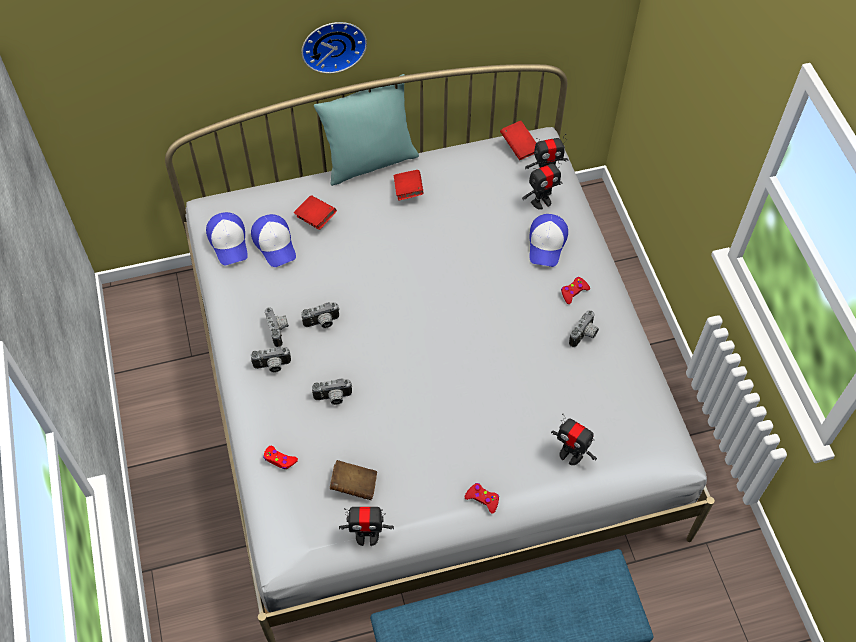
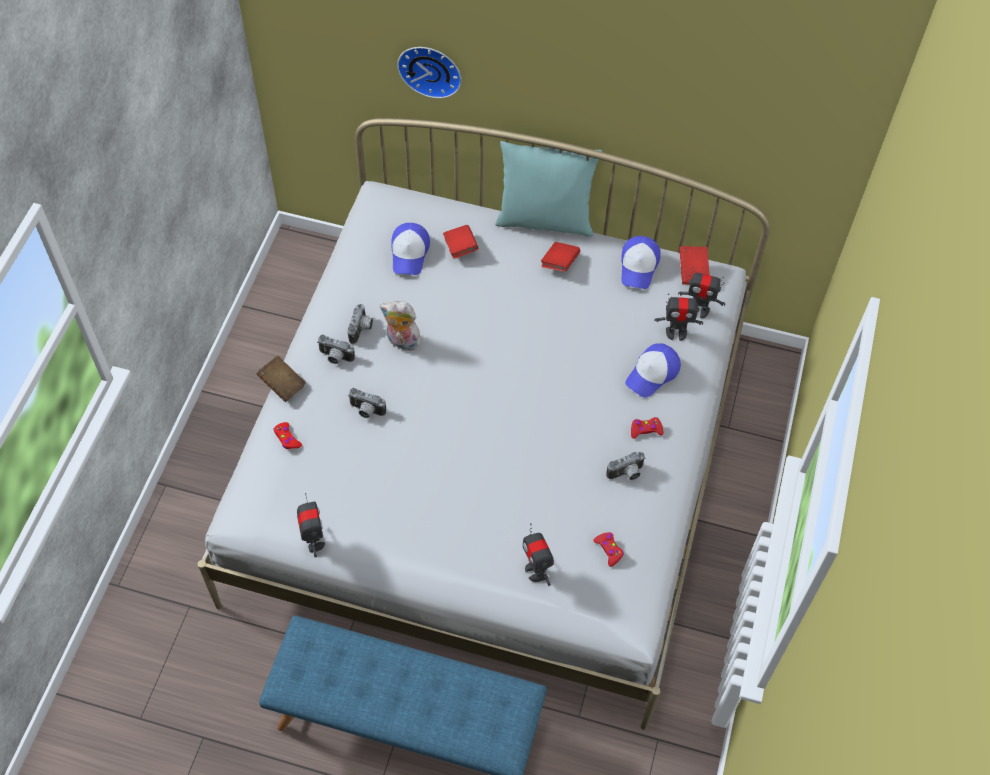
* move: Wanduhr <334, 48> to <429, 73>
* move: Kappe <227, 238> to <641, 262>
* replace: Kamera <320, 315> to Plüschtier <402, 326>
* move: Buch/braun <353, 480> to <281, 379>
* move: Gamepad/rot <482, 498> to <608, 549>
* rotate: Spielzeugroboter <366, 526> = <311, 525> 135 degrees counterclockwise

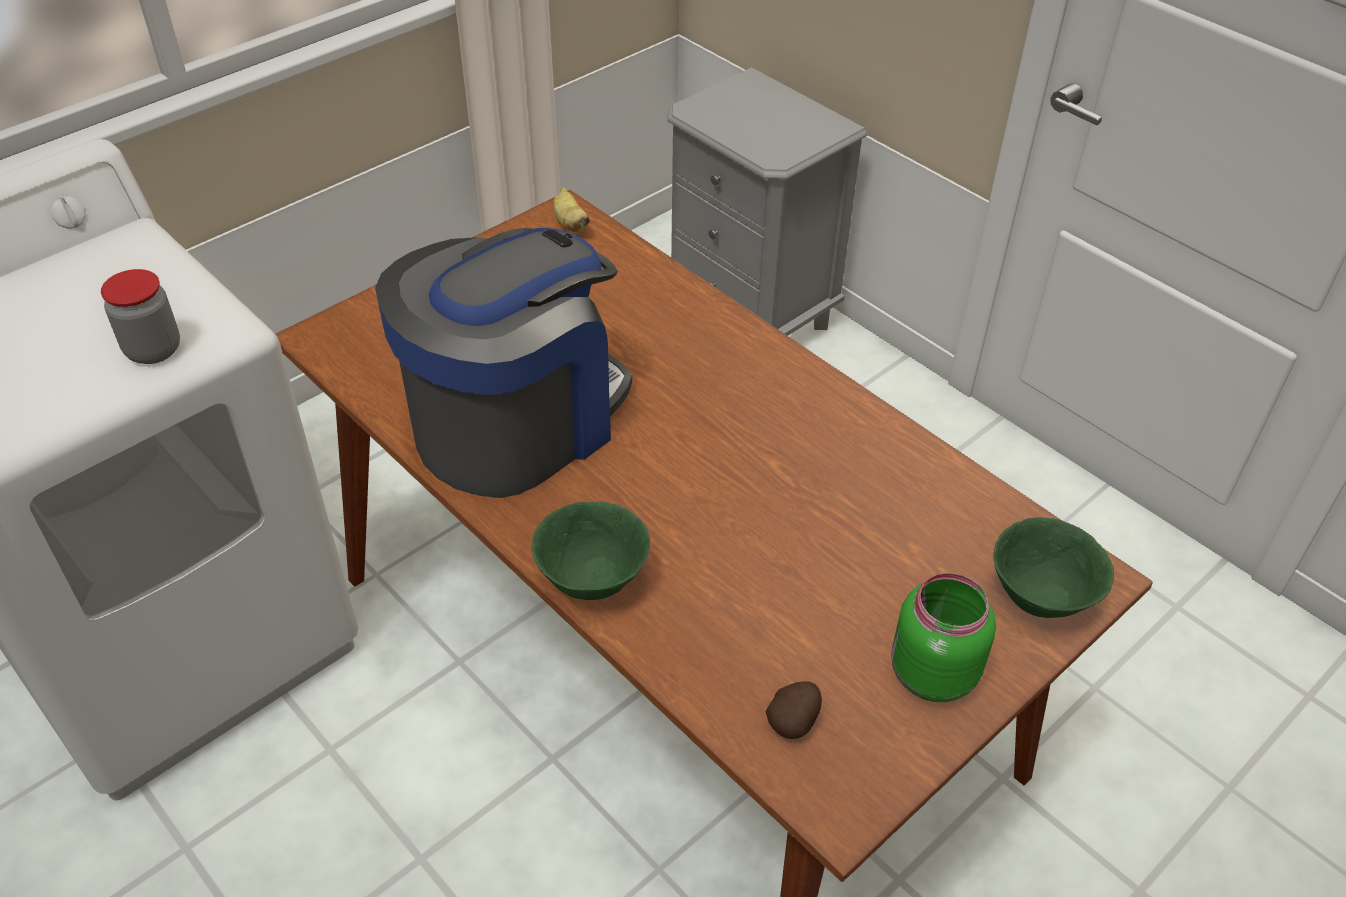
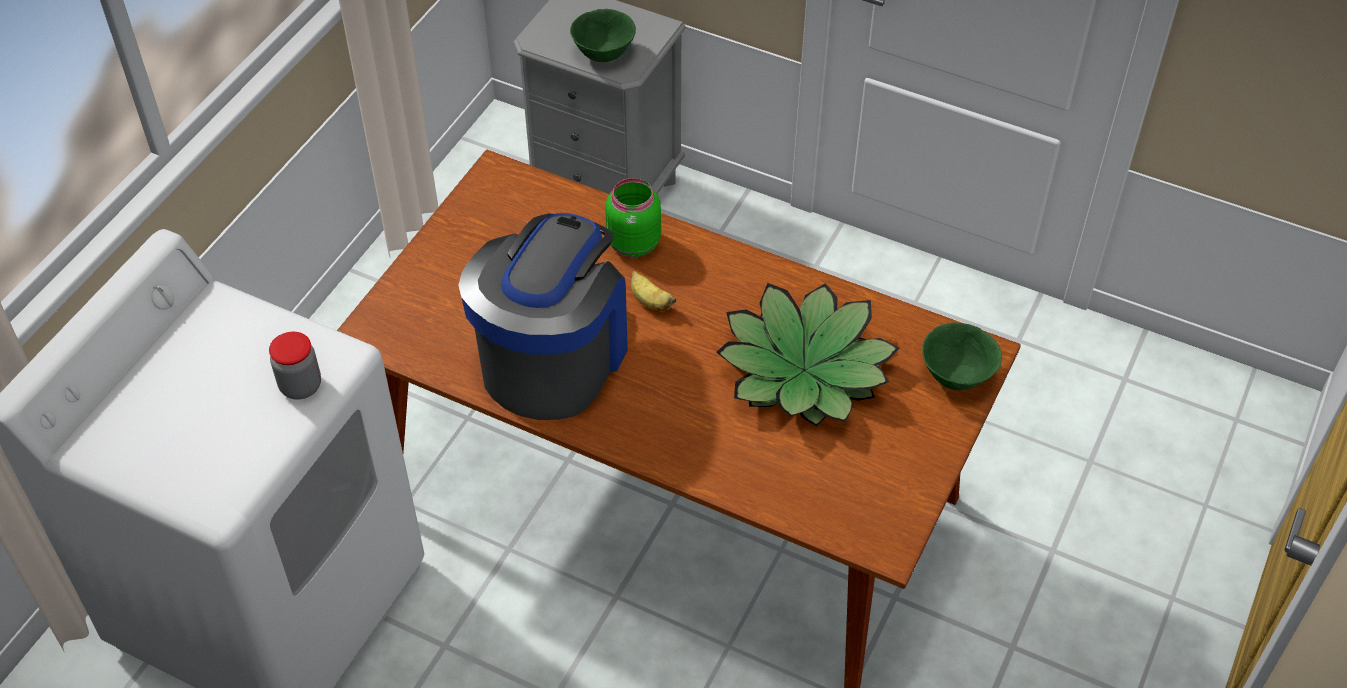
* move: Banane <571, 210> to <653, 291>
* move: Schüssel/grün <591, 550> to <603, 35>
* move: Vorratsglas/grün <943, 637> to <633, 217>
* delete: Kartoffel <794, 710>
* insert: Topfpflanze <808, 355>

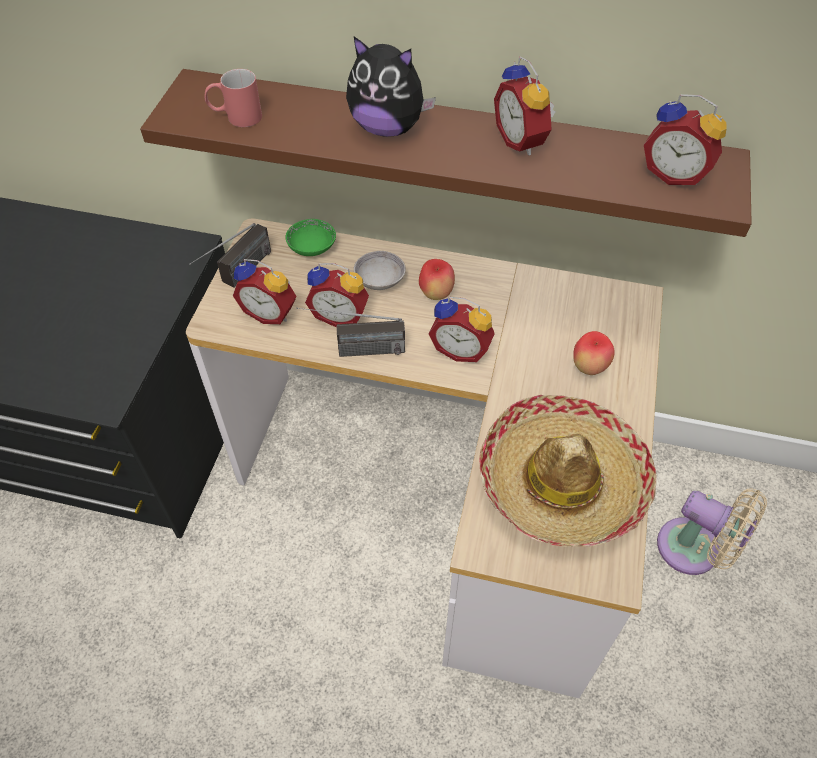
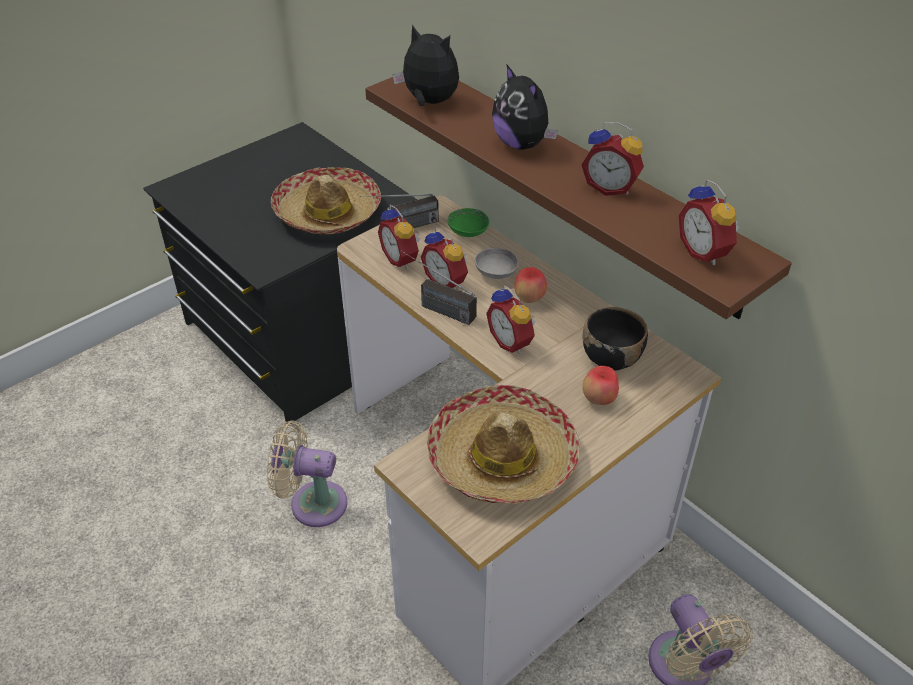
* rotate: Wecker <524, 106> = <612, 159> 75 degrees counterclockwise
* replace: Henkelbecher/rot <233, 98> to Plüschtier <426, 65>
* insert: Hut <326, 200>
* insert: Schüssel/schwarz <615, 339>
* insert: Ventilator/beige <307, 473>

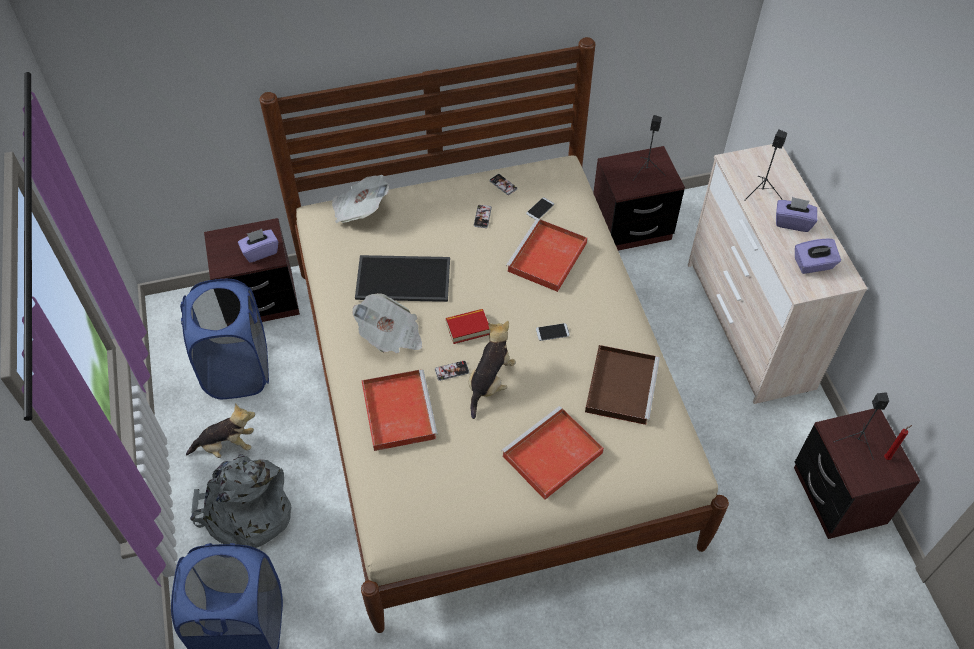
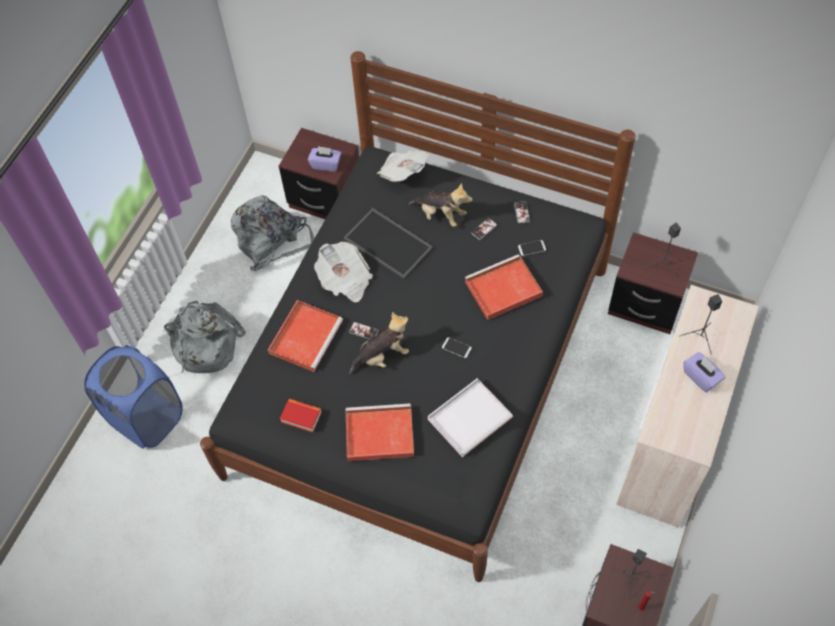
* recolor: Bett/beige <494, 335> to Bett/schwarz <418, 316>
* delete: Taschentuchbox/lila <818, 256>
* replace: Wäschekorb/blau <224, 339> to Rucksack/grau <272, 233>
* move: Buch <468, 326> to <301, 416>
* recolor: Tablett/braun <622, 385> to Tablett/weiß <470, 417>
* move: Plüschtier <220, 430> to <440, 205>

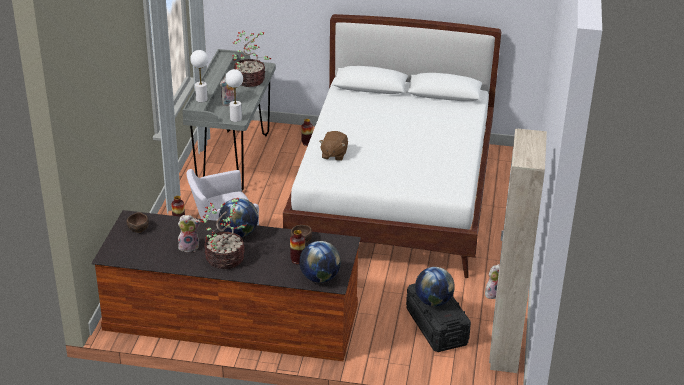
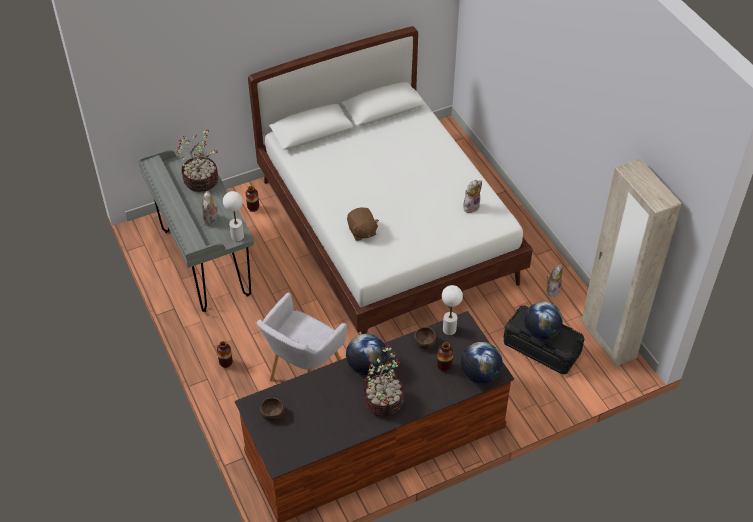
* move: Tischlampe/weiß <199, 76> to <452, 310>
* move: Plüschtier <189, 234> to <472, 196>

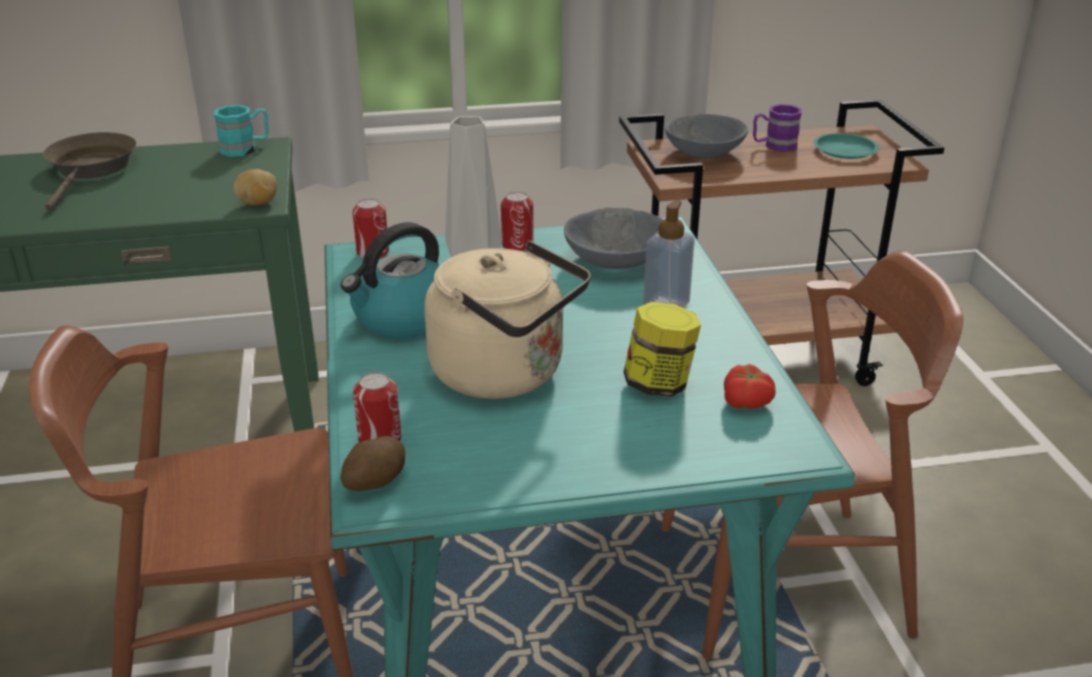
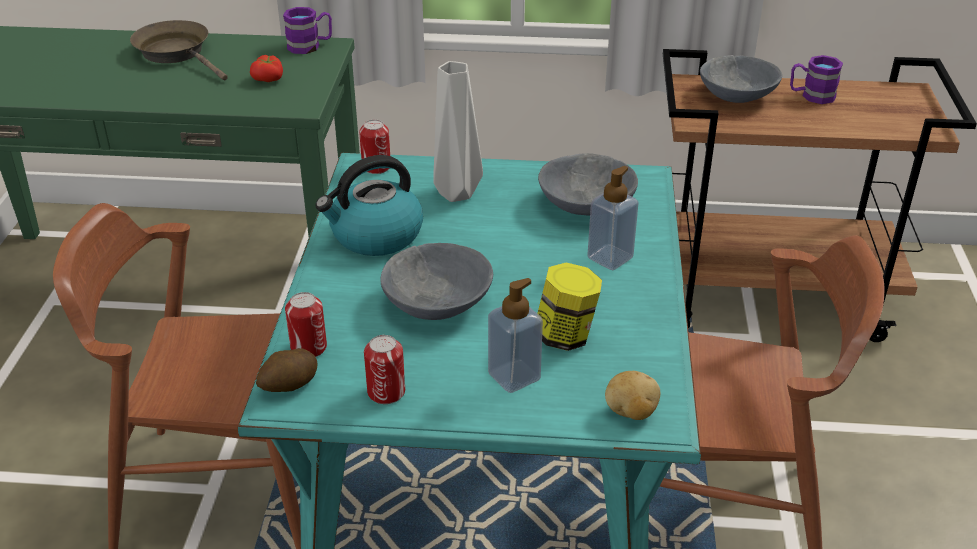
* recolor: Henkelbecher/türkis <241, 131> to Henkelbecher/lila <307, 30>
* rotate: Pfanne/braun <89, 171> = <179, 50> 60 degrees counterclockwise
* delete: Teller/türkis <846, 146>
* move: Kartoffel <255, 187> to <632, 395>
* move: Dose <517, 222> to <384, 369>
* replace: Wasserkessel/beige <507, 320> to Schüssel/grau <437, 281>
* move: Tomate <750, 386> to <266, 68>
* insert: Seifenspender <515, 335>

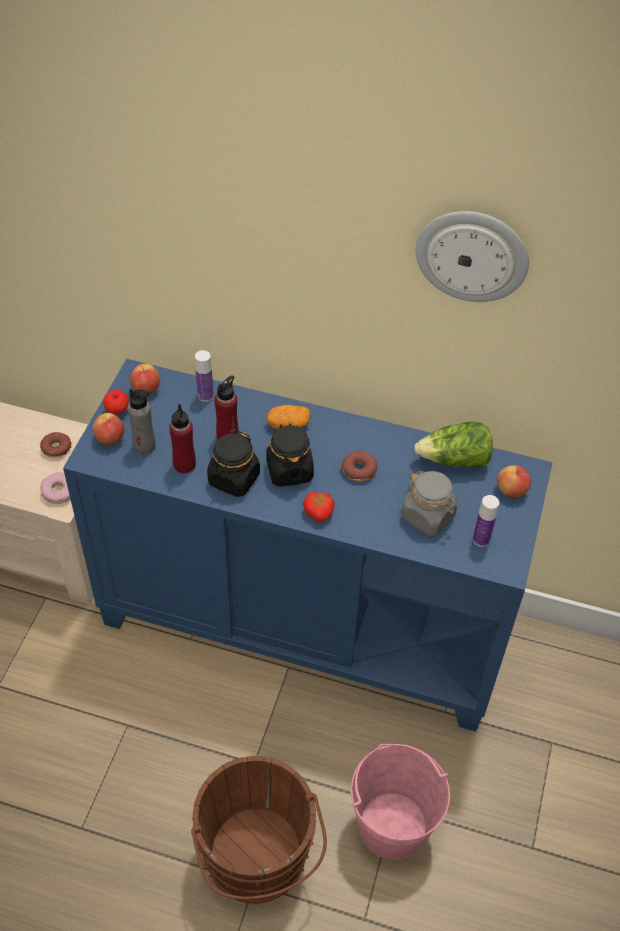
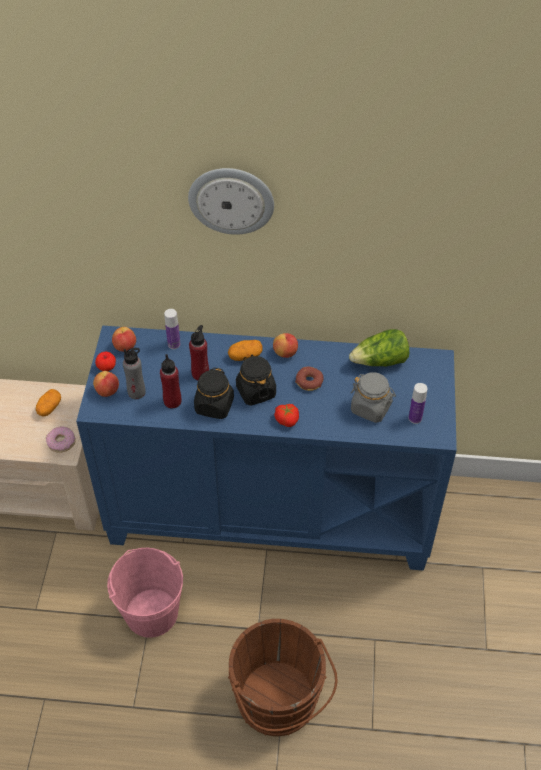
* move: Wanduhr <472, 256> to <231, 201>
* replace: Donut <56, 445> to Kartoffel <48, 403>
* move: Apfel <514, 481> to <285, 345>
* move: Eimer/rosa <400, 802> to <145, 593>

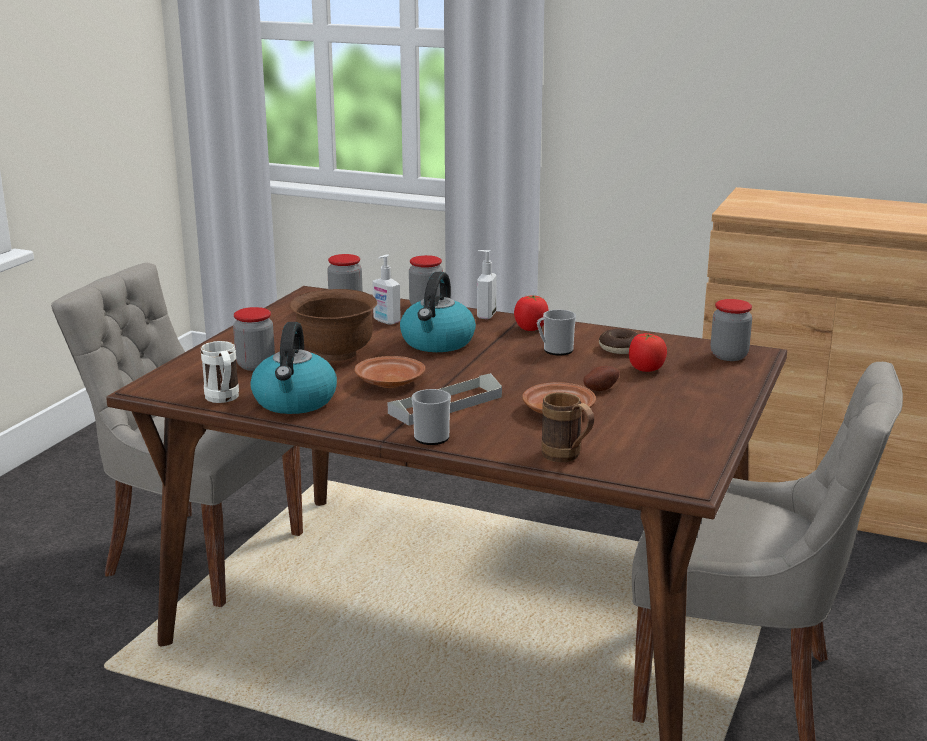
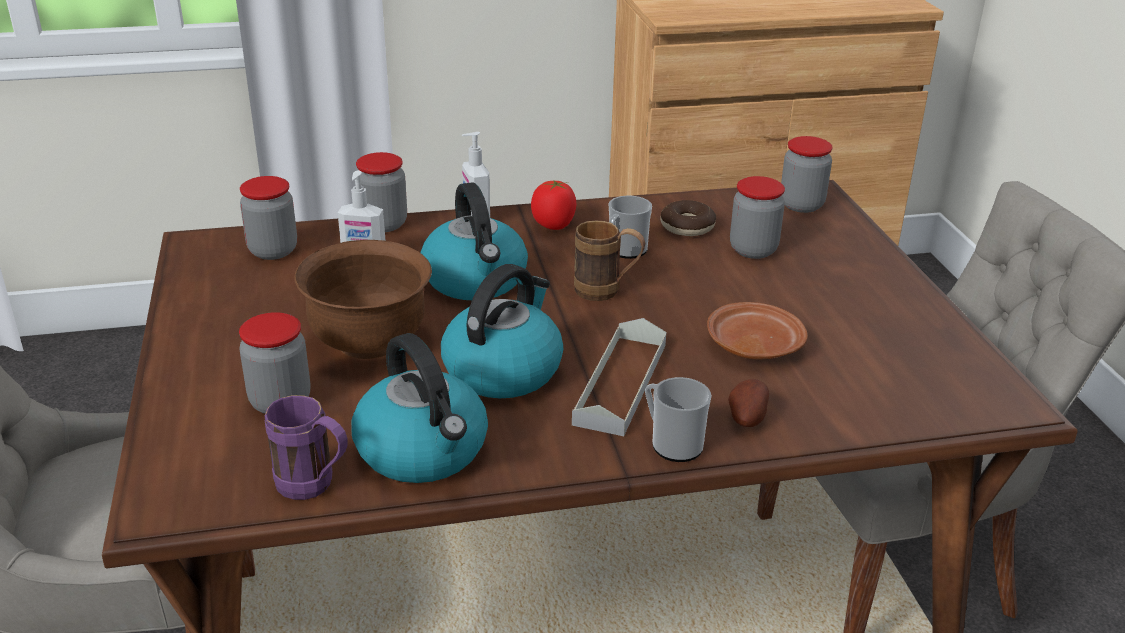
* replace: Tomate <648, 352> to Vorratsglas <757, 217>
* recolor: Henkelbecher/weiß <220, 372> to Henkelbecher/lila <306, 447>
* replace: Teller/braun <390, 372> to Wasserkessel <502, 331>
* move: Kartoffel <601, 378> to <748, 403>
* move: Henkelbecher/braun <567, 427> to <609, 261>

